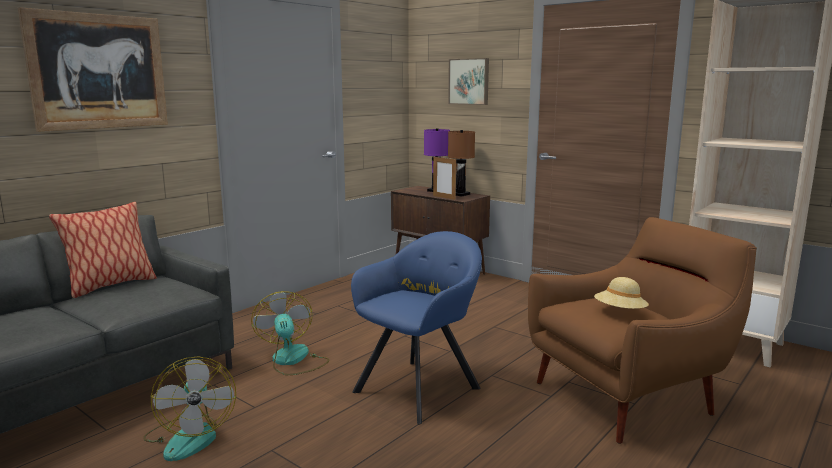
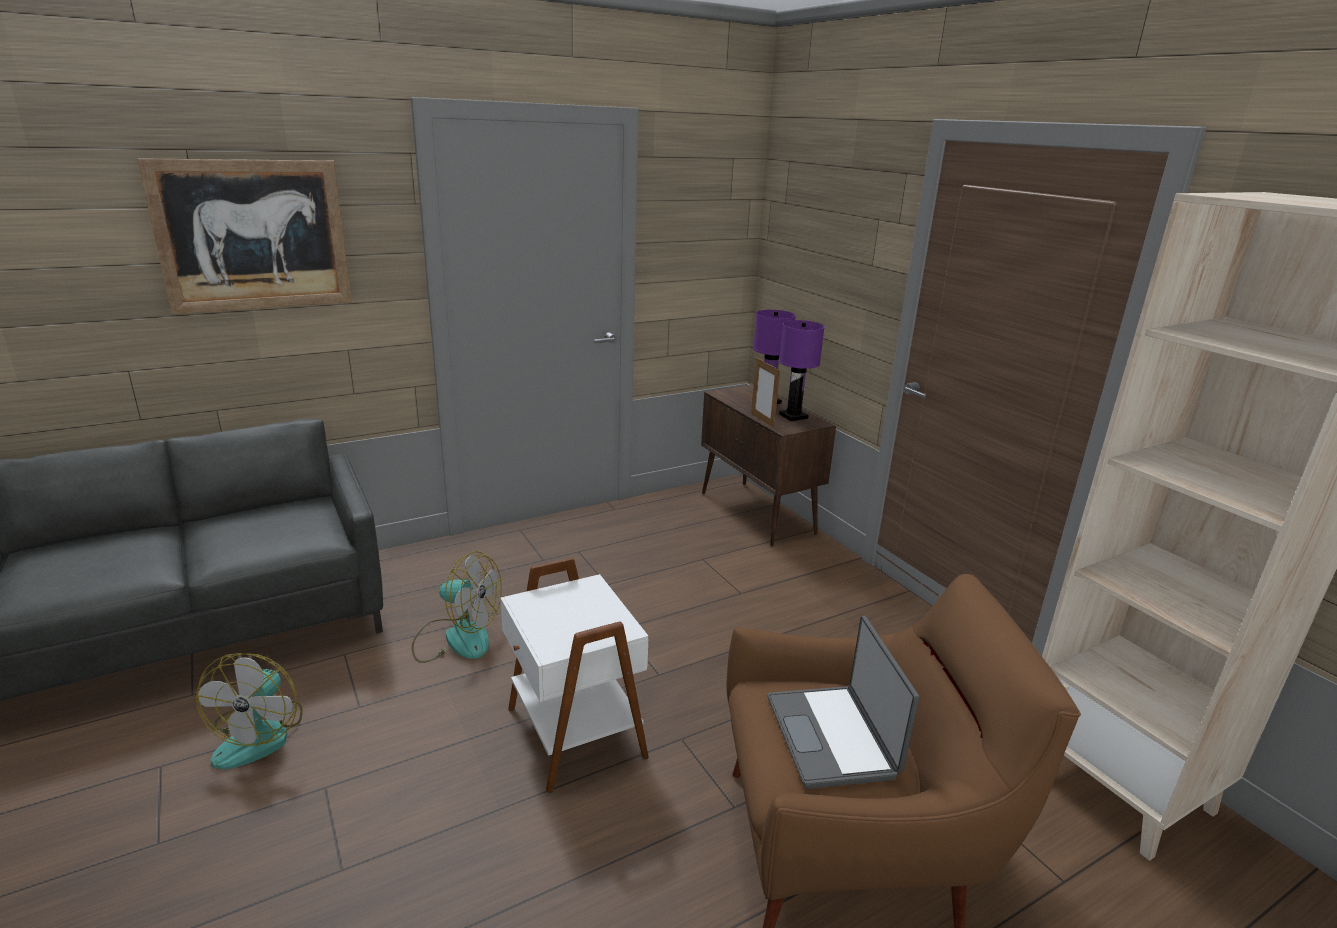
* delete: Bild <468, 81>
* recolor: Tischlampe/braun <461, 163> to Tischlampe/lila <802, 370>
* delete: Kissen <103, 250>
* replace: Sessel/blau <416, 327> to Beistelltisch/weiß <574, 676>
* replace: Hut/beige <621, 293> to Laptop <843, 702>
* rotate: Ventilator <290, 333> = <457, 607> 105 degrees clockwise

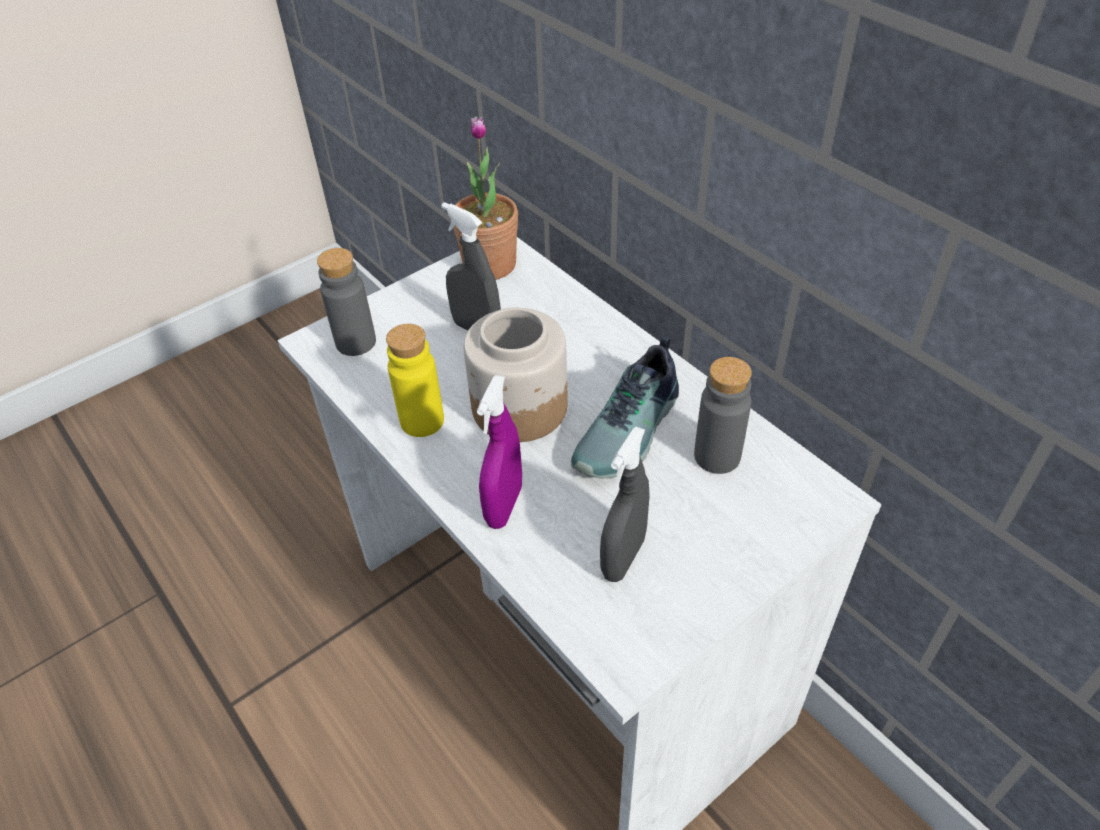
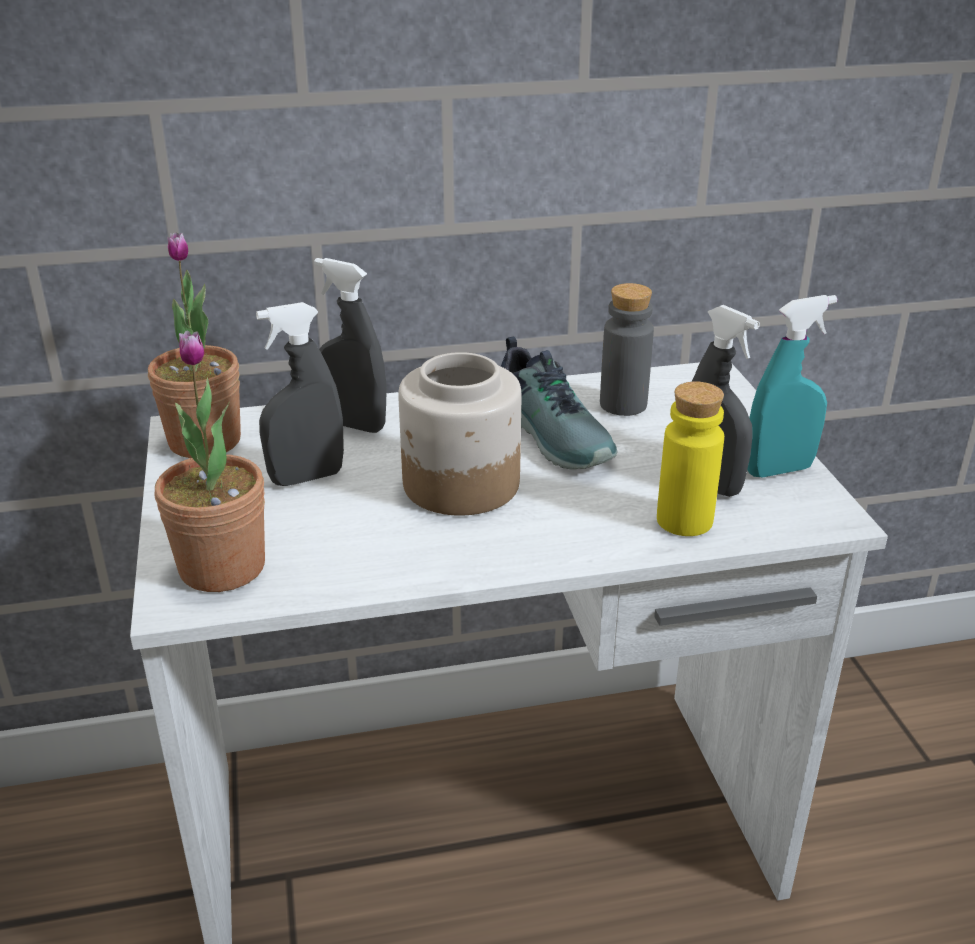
* replace: Flasche/grau <346, 302> to Topfpflanze <210, 461>
* move: Flasche/gelb <415, 380> to <690, 459>
* delete: Sprühflasche/lila <499, 452>
* insert: Sprühflasche/grau <350, 345>
* insert: Sprühflasche/türkis <792, 386>

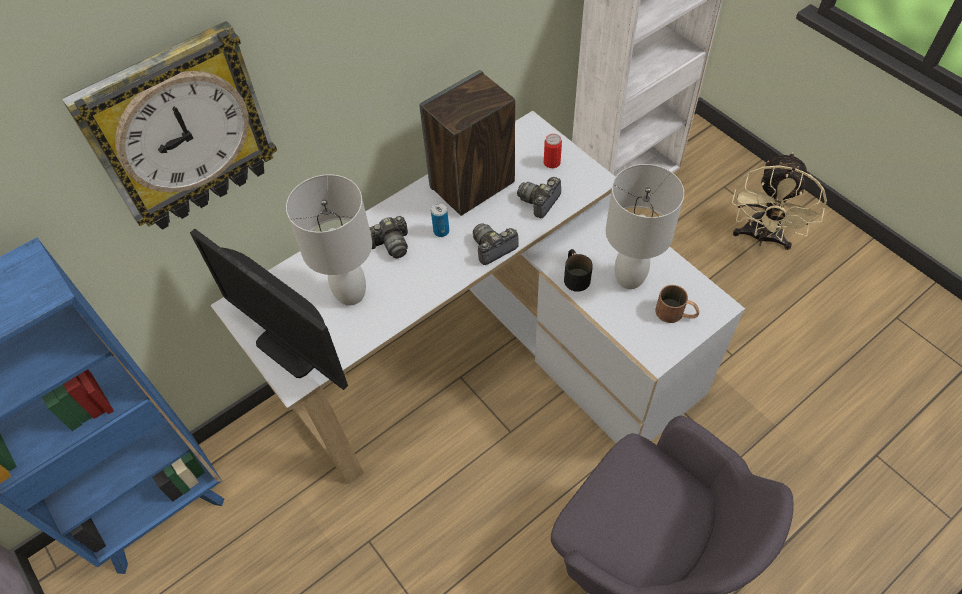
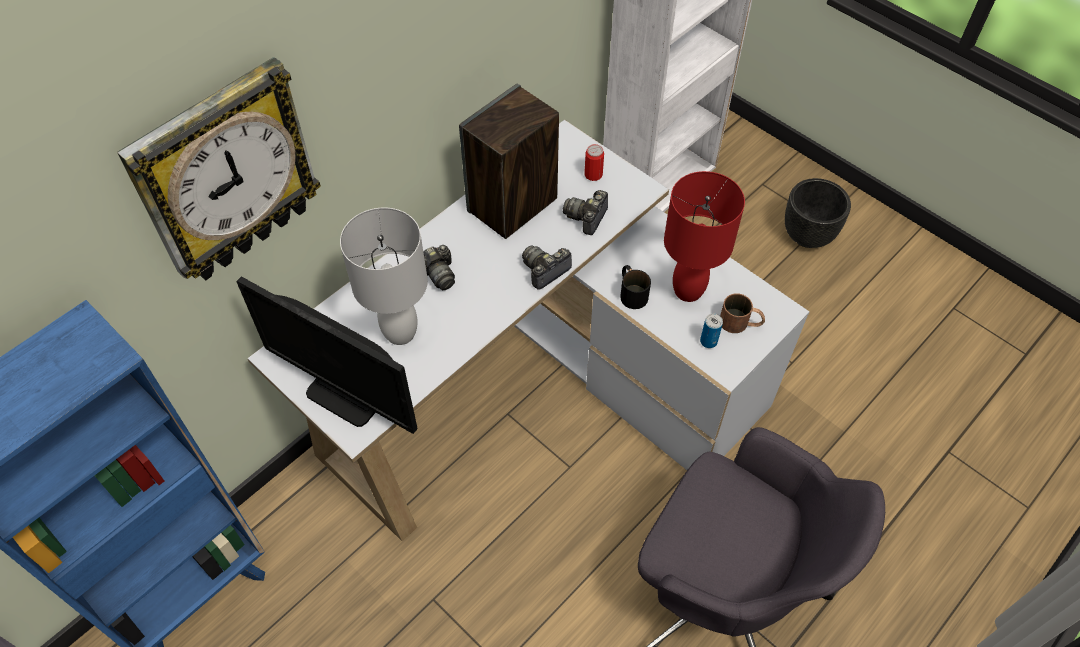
* replace: Ventilator/beige <779, 201> to Pflanzkübel/schwarz <818, 213>
* recolor: Tischlampe/weiß <645, 226> to Tischlampe/rot <704, 236>
* move: Dose <440, 220> to <711, 330>

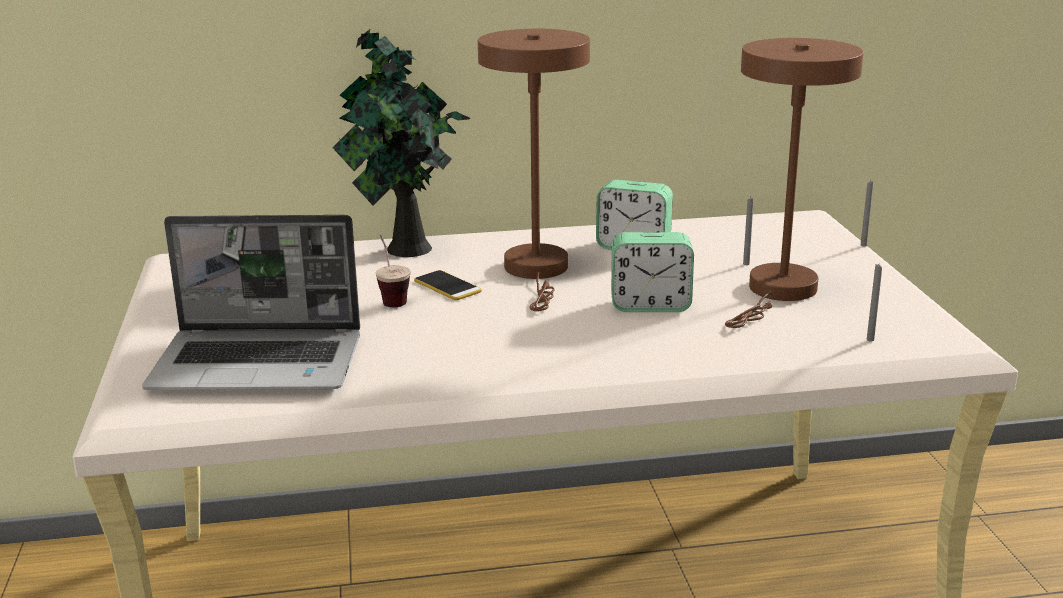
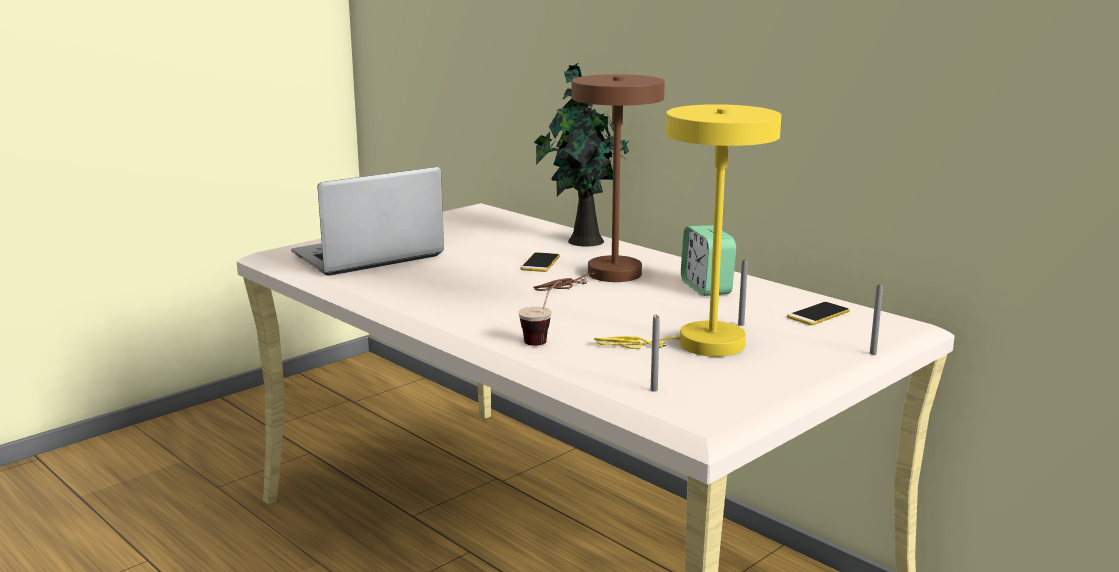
* recolor: Tischlampe/braun <794, 183> to Tischlampe/gelb <687, 230>
* rotate: Laptop <251, 302> = <367, 221> 90 degrees clockwise
* delete: Wecker <652, 272>
* move: Tasse <393, 270> to <540, 312>
* insert: Handy <818, 313>

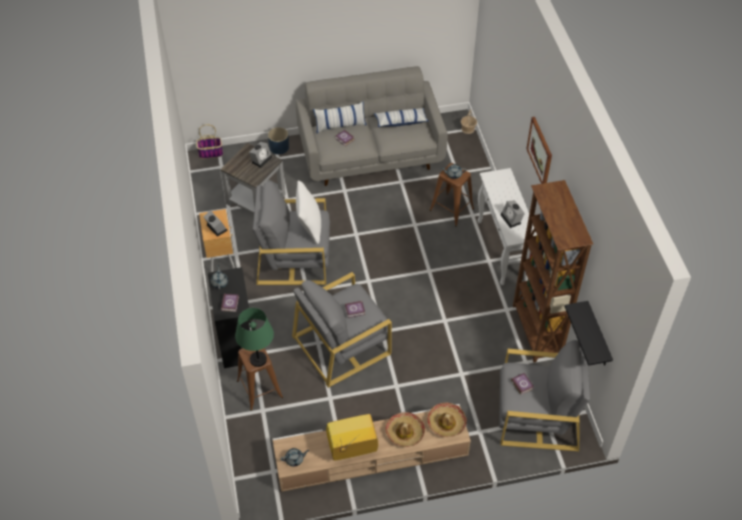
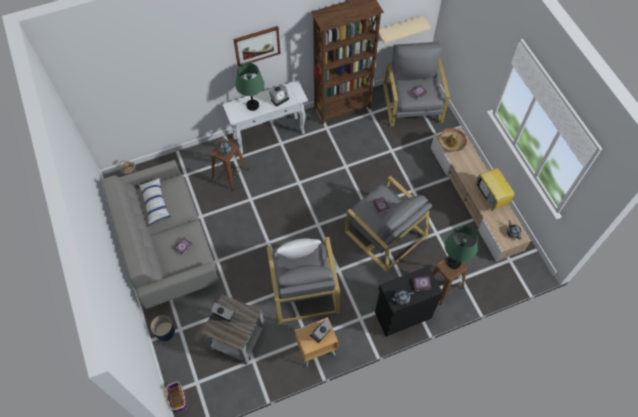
* delete: Kissen <340, 117>
* recolor: Wandregal/schwarz <589, 333> to Wandregal/beige <405, 30>
* delete: Hut <405, 429>
* insert: Tischlampe/grün <249, 87>

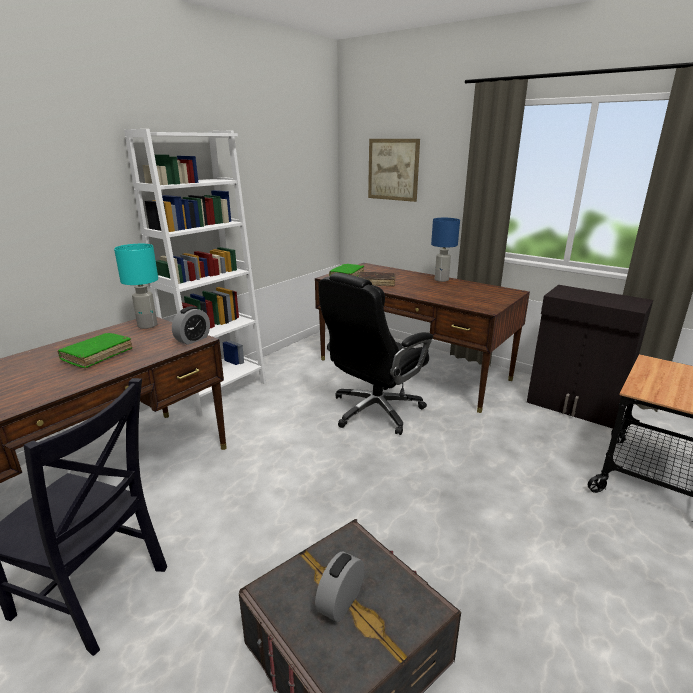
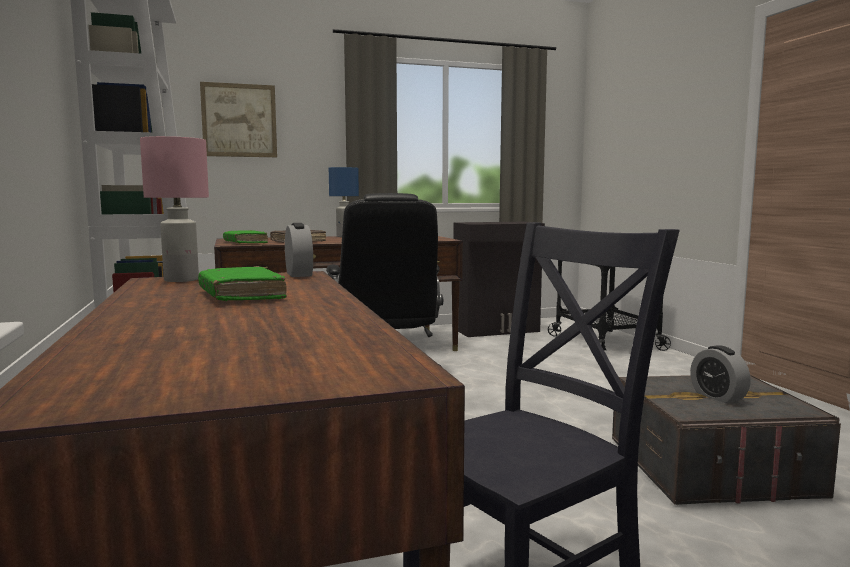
* recolor: Tischlampe/türkis <136, 286> to Tischlampe/rosa <174, 209>

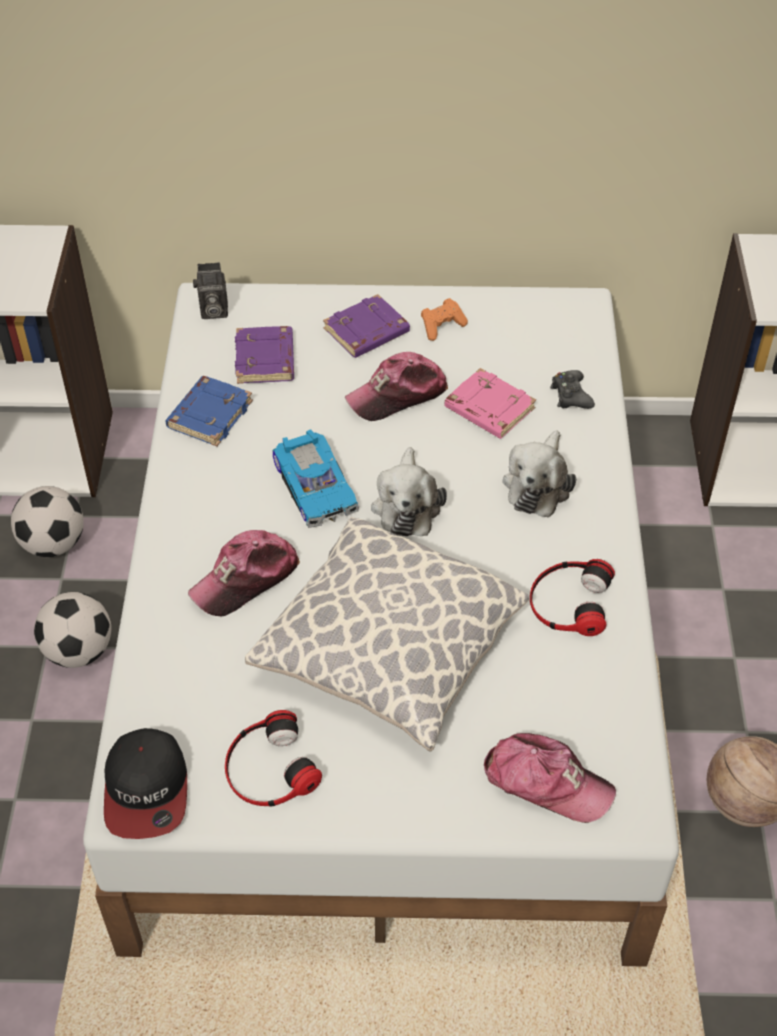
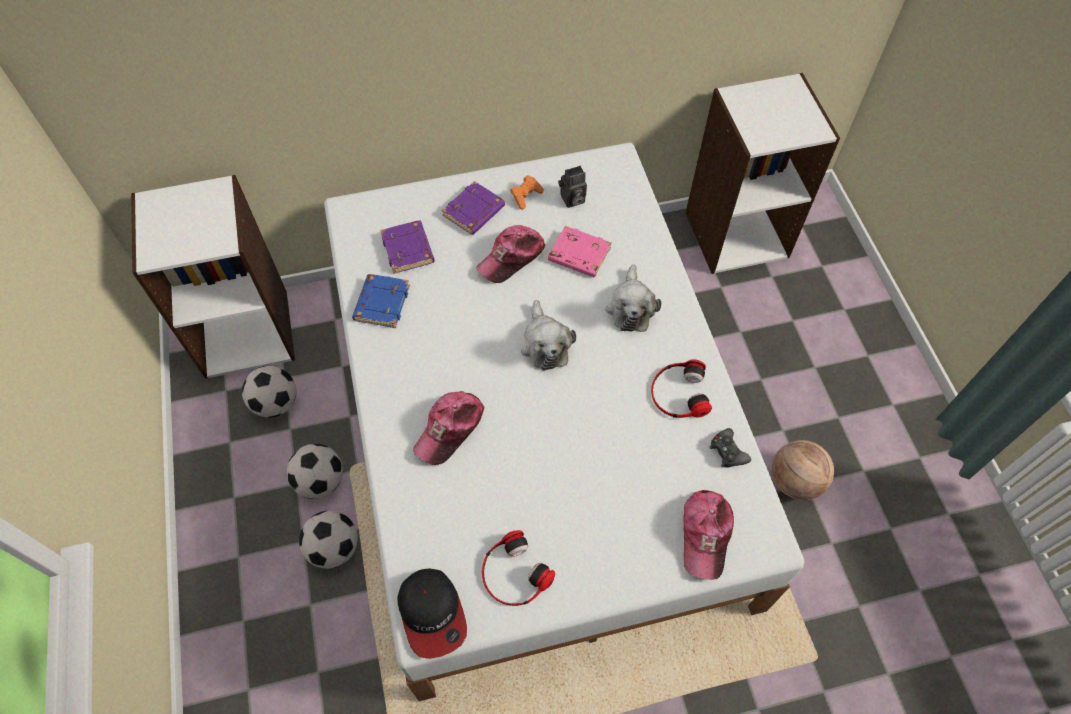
* move: Kamera <210, 290> to <572, 187>
* move: Gamepad/schwarz <572, 389> to <730, 448>
* delete: Spielzeugauto <316, 478>
* delete: Kissen <387, 634>
* rotate: Kappe <550, 778> = <708, 535> 90 degrees clockwise
* insert: Fußball <328, 540>

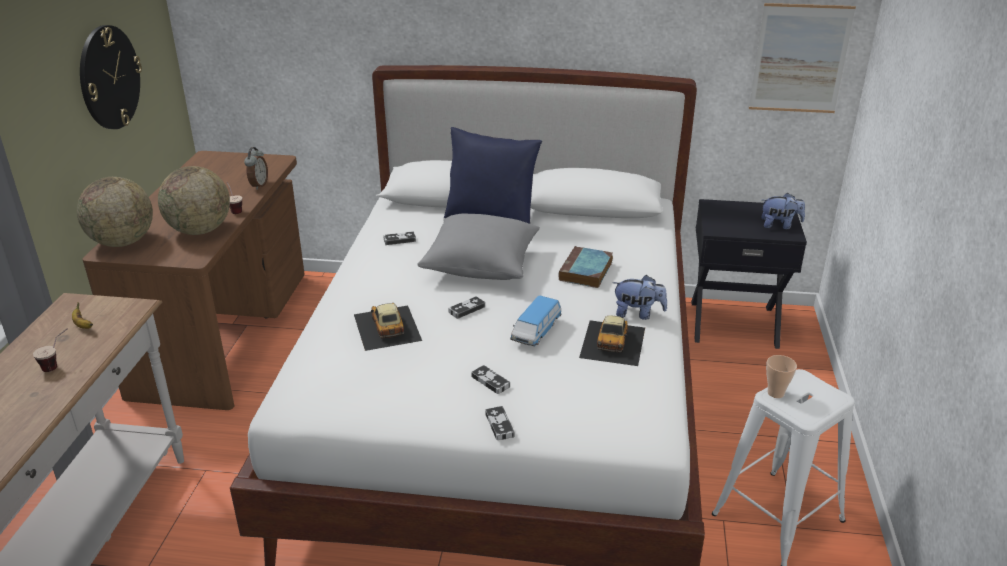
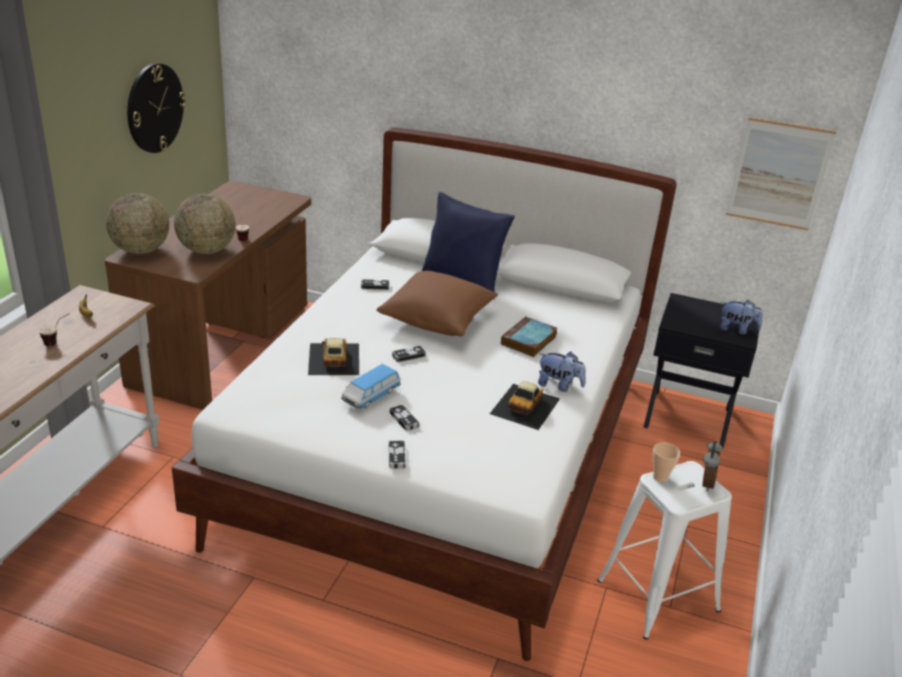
* move: Wecker <256, 168> to <713, 466>
* recolor: Kissen/grau <478, 247> to Kissen/braun <437, 303>
* move: Spielzeugauto <536, 320> to <371, 386>

